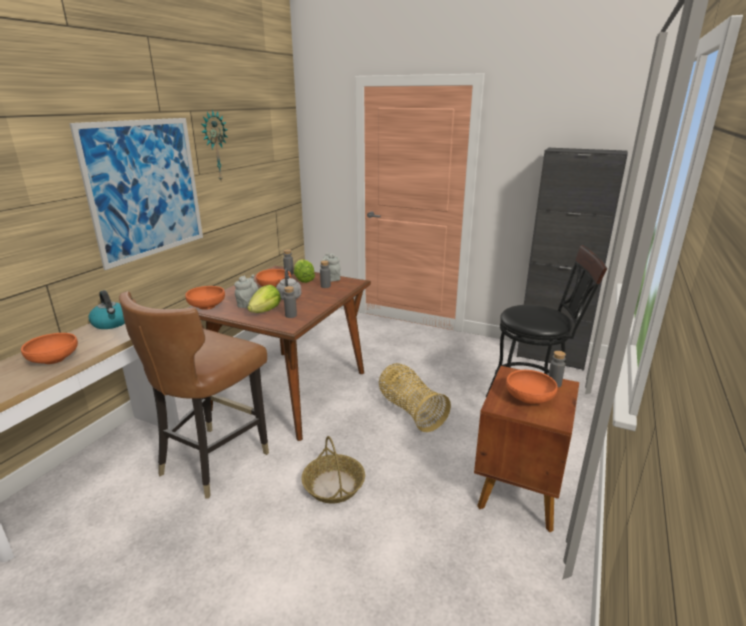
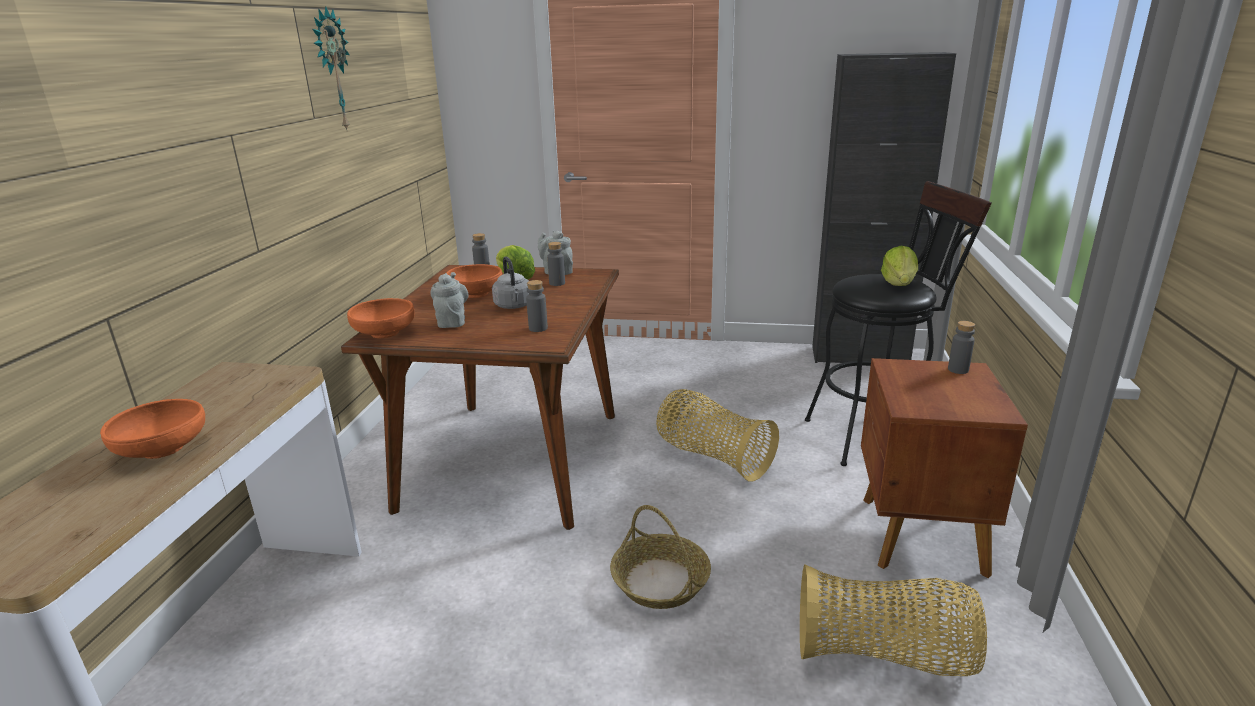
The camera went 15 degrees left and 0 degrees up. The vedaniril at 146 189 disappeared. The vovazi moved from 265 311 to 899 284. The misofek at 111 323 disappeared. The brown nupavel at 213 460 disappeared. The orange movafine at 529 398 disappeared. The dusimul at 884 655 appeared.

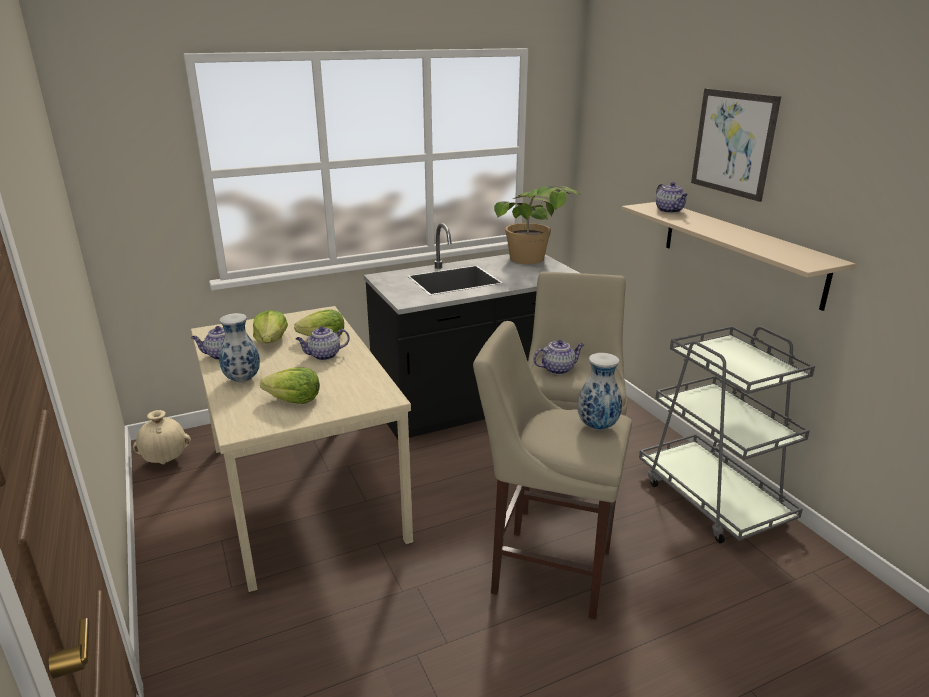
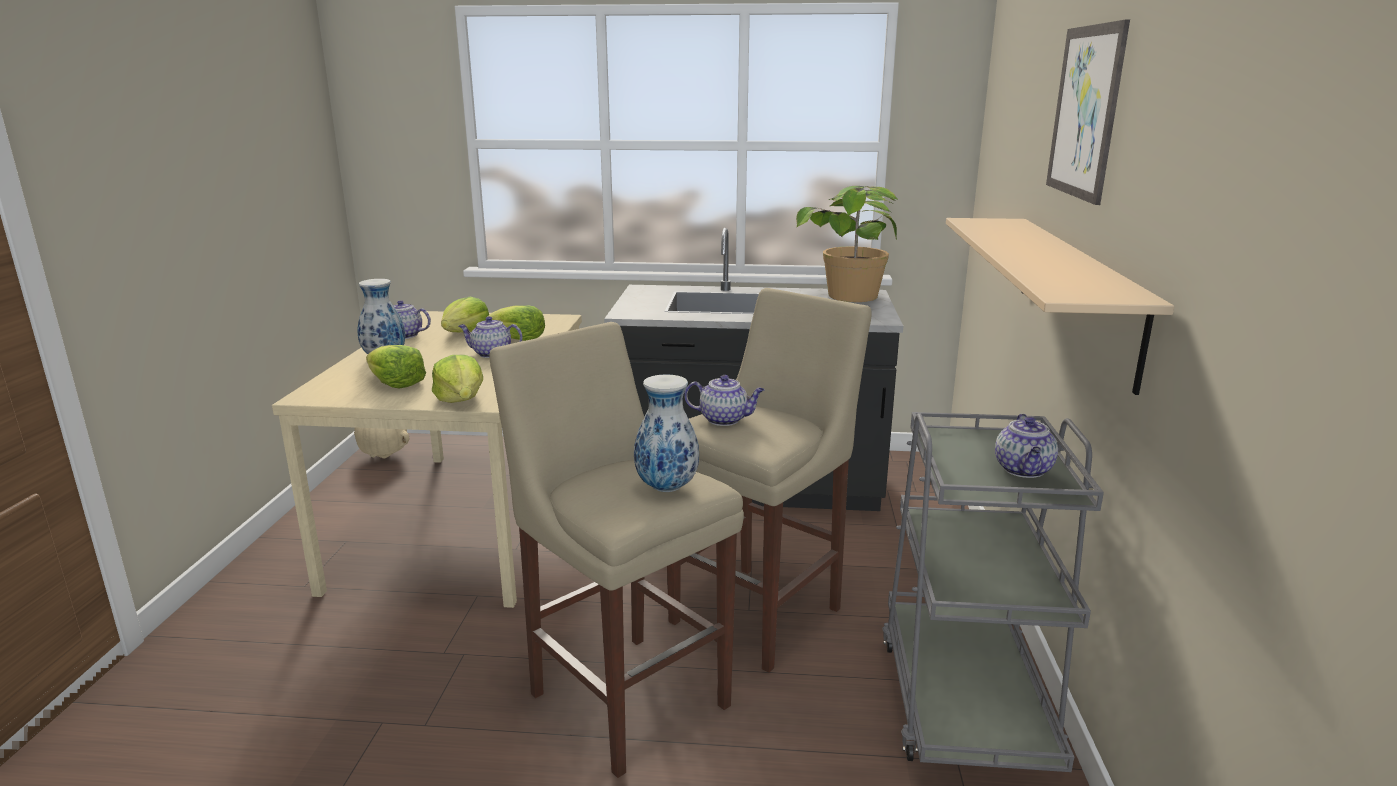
The camera went 30 degrees right and 5 degrees down. The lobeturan moved from 670 211 to 1024 470. The vovazi at 461 400 appeared.

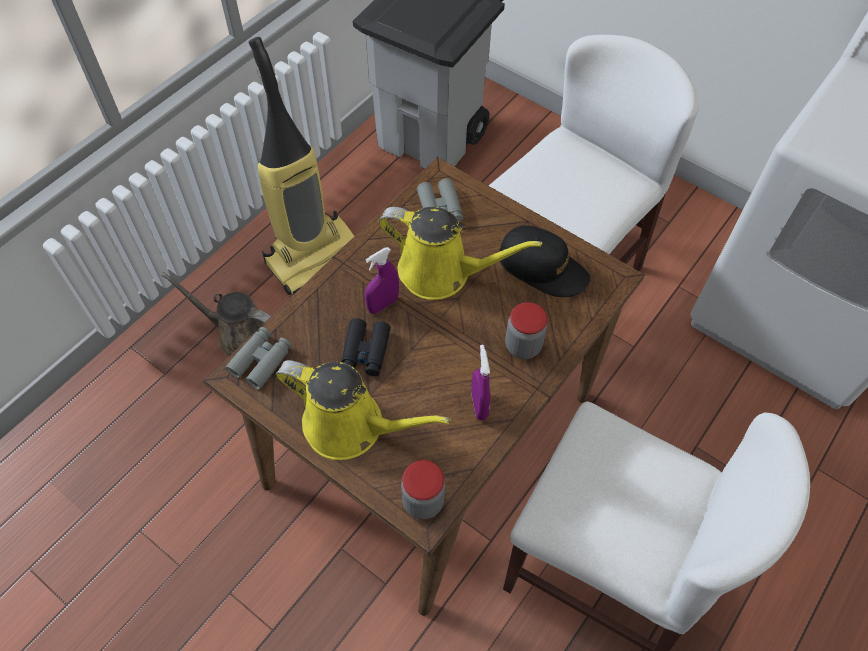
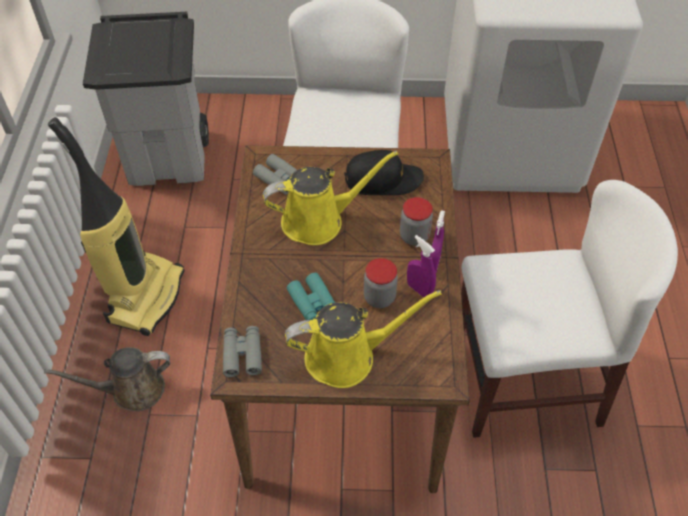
The camera went 35 degrees left and 5 degrees down. The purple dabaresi moved from 383 305 to 433 264. The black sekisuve at 365 352 became the turquoise sekisuve at 313 302. The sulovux moved from 423 501 to 379 297.

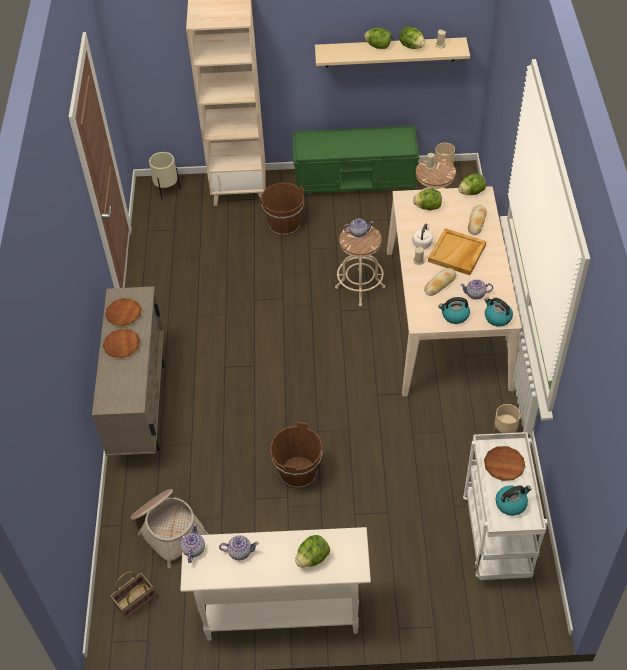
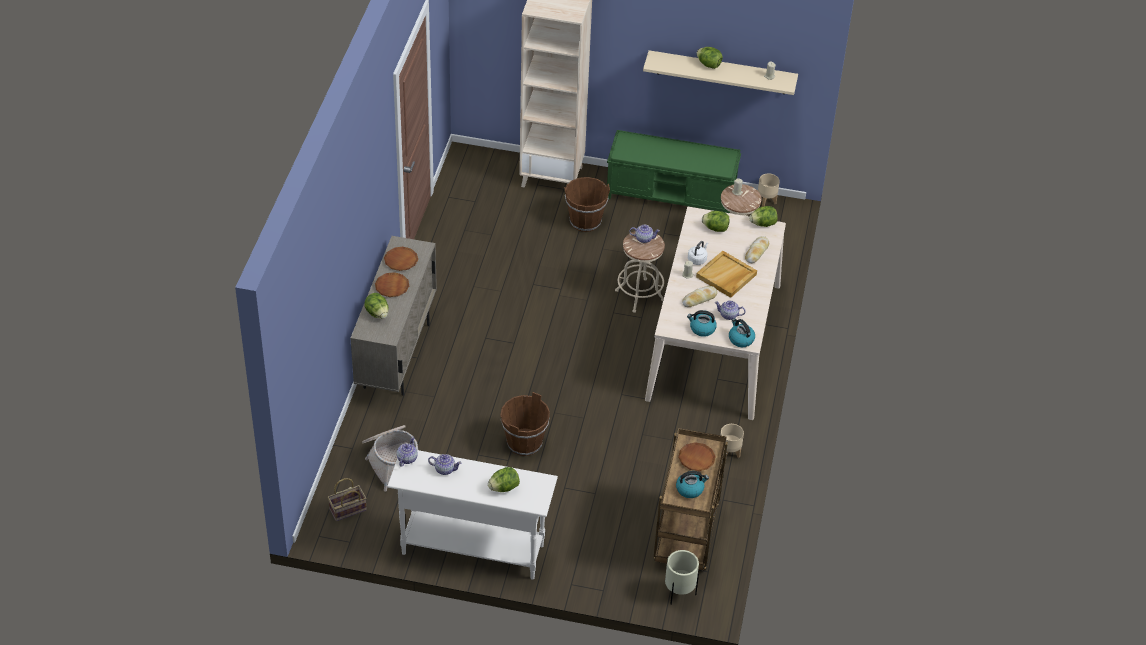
The camera went 10 degrees right and 5 degrees down. The vovazi moved from 411 46 to 377 313. The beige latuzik moved from 167 191 to 679 594. The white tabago at 497 538 became the brown tabago at 687 536.

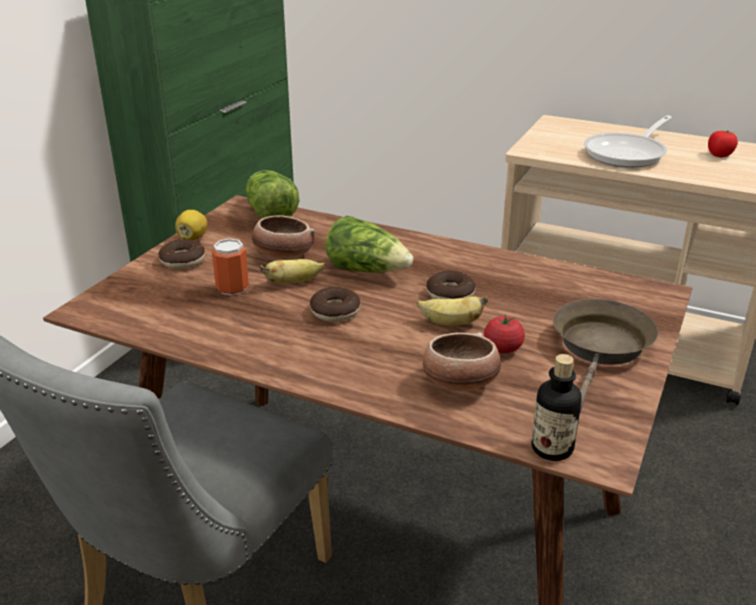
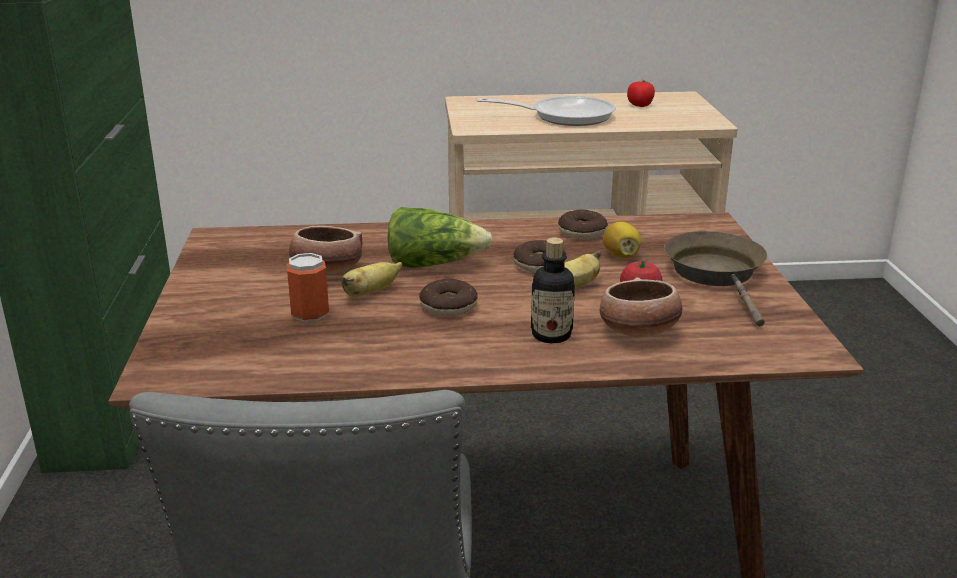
The camera went 30 degrees left and 5 degrees down. The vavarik at 628 153 turned 105 degrees counterclockwise. The vovazi at 270 213 disappeared. The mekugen moved from 193 238 to 621 256. The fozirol moved from 182 261 to 582 232. The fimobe moved from 552 448 to 551 335.

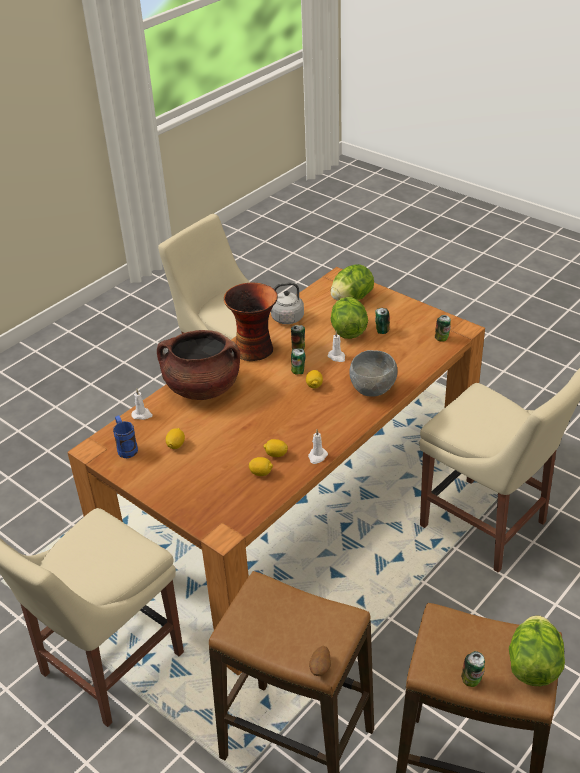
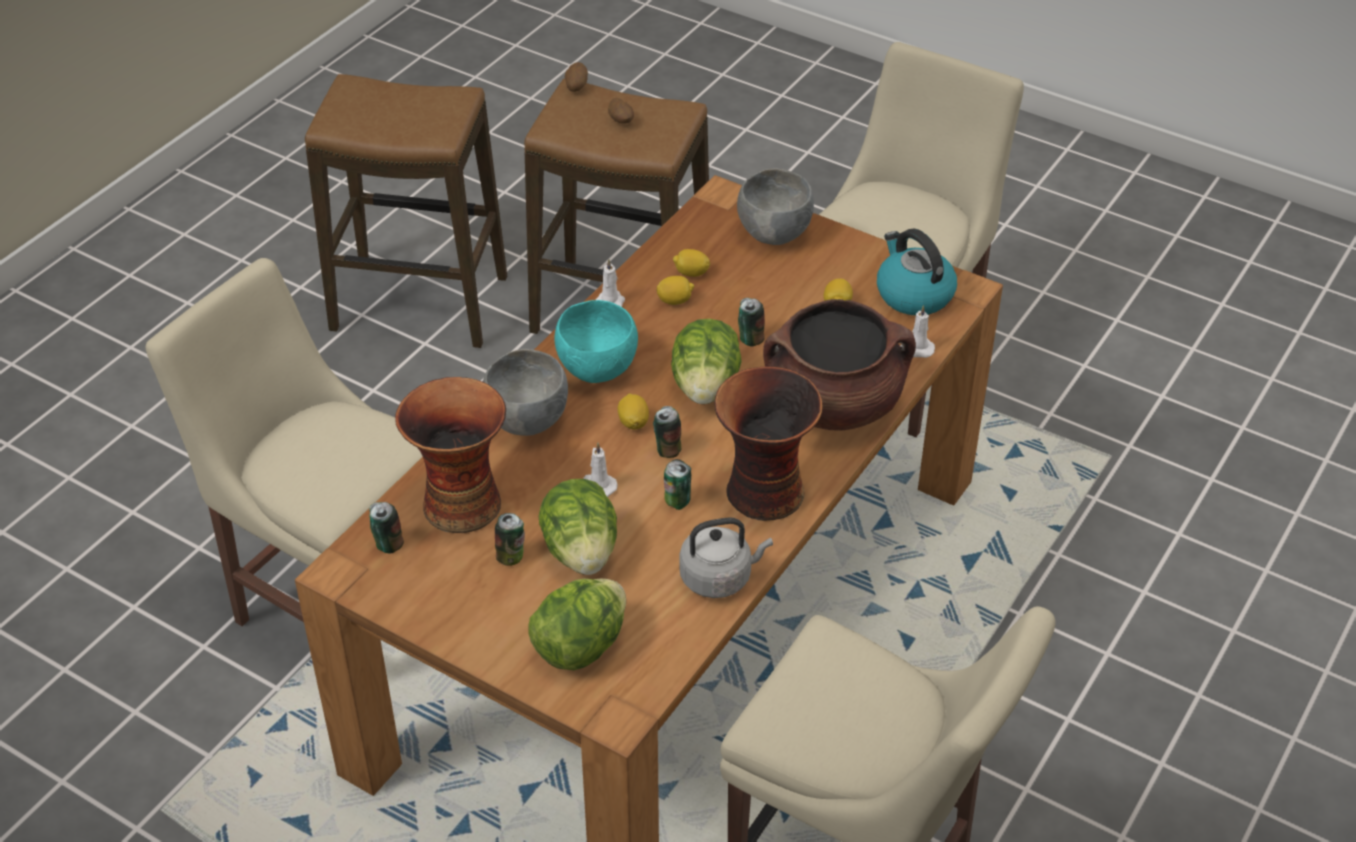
The camera went 170 degrees right and 5 degrees up. The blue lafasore at 126 448 was replaced by the misofek at 913 294. The vovazi moved from 533 666 to 705 387. The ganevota moved from 472 680 to 750 339. The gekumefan at 621 121 appeared. The grey movafine at 773 234 appeared. The turquoise movafine at 597 368 appeared. The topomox at 460 503 appeared.

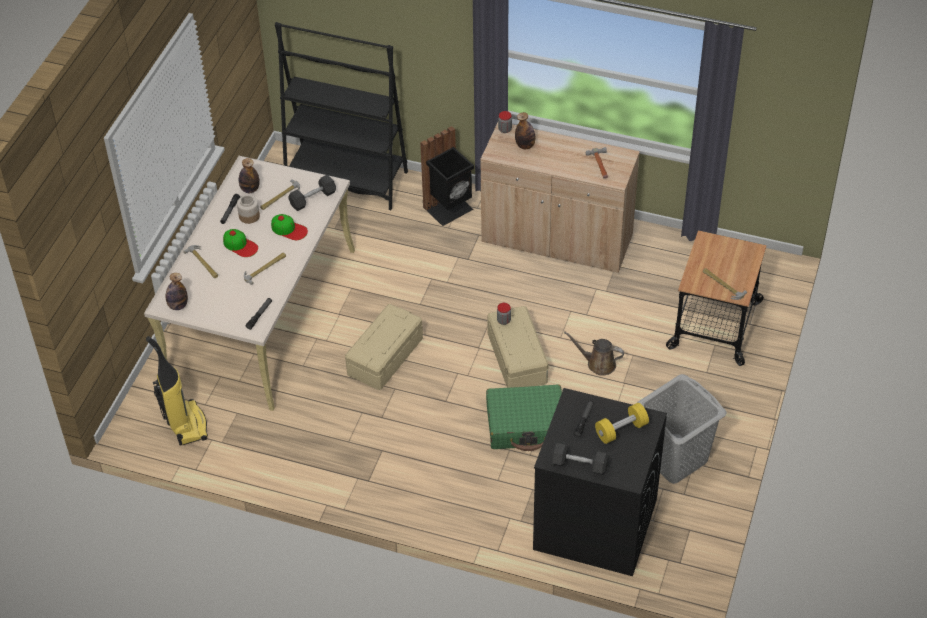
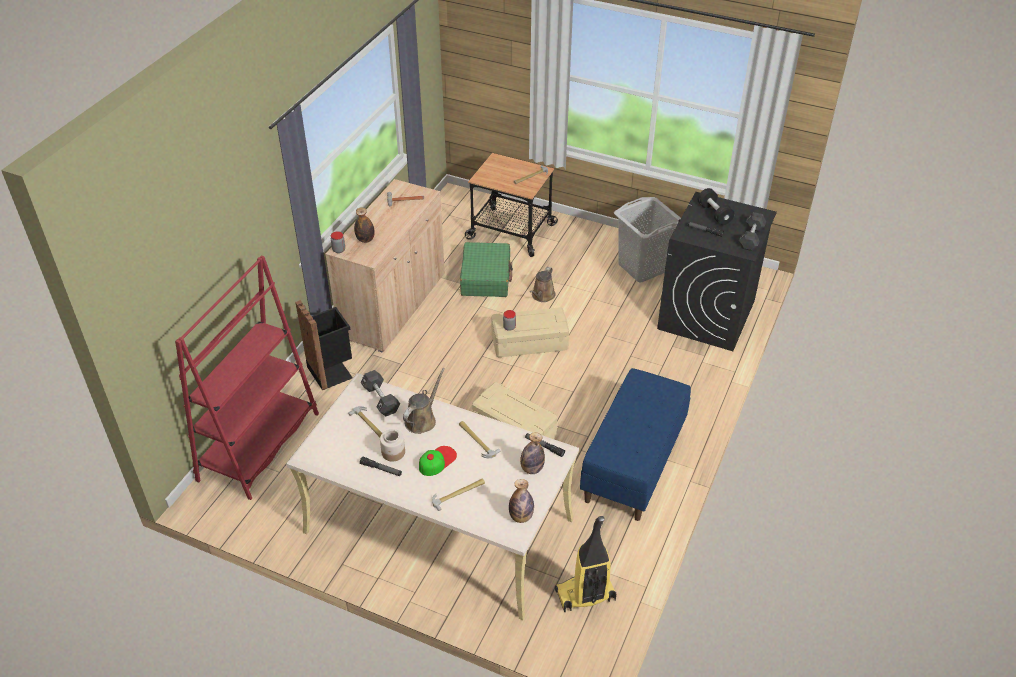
The camera went 85 degrees left and 5 degrees down. The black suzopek at 346 179 became the red suzopek at 259 446. The fimobe moved from 250 189 to 532 469. The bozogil at 289 229 was replaced by the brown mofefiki at 422 419. The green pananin moved from 526 425 to 486 277. The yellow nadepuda at 621 430 became the black nadepuda at 714 214. The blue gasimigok at 634 464 appeared.

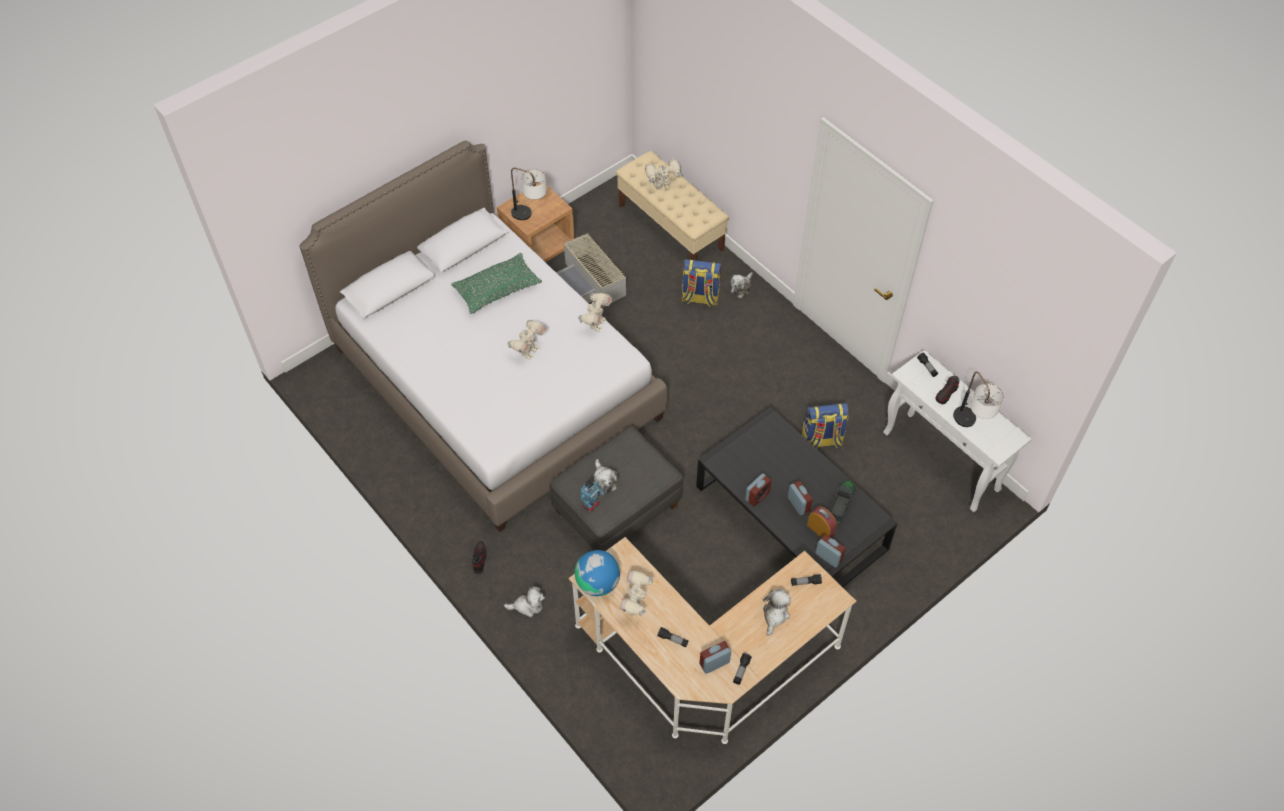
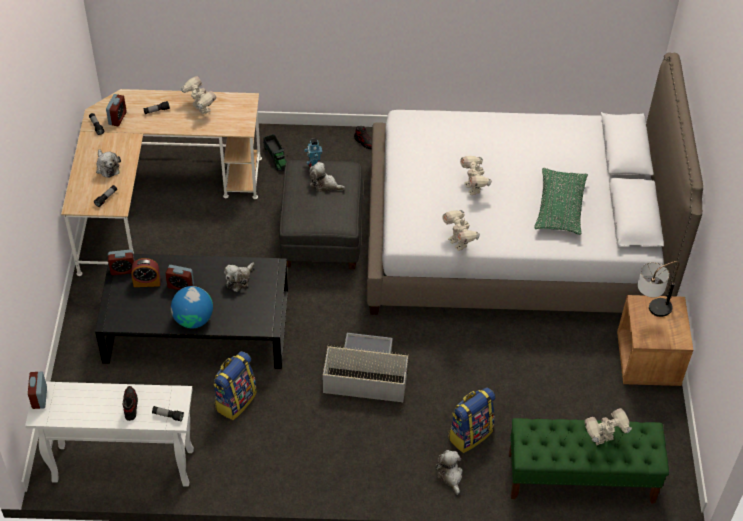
The camera went 130 degrees right and 5 degrees down. The beige gasimigok at 671 228 became the green gasimigok at 580 478. The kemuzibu at 662 186 turned 135 degrees counterclockwise. The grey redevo moved from 588 284 to 364 375. The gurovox at 970 426 disappeared. The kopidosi moved from 757 496 to 39 398. The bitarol moved from 840 505 to 276 157. The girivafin moved from 597 583 to 193 319. The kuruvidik moved from 527 606 to 239 280.

